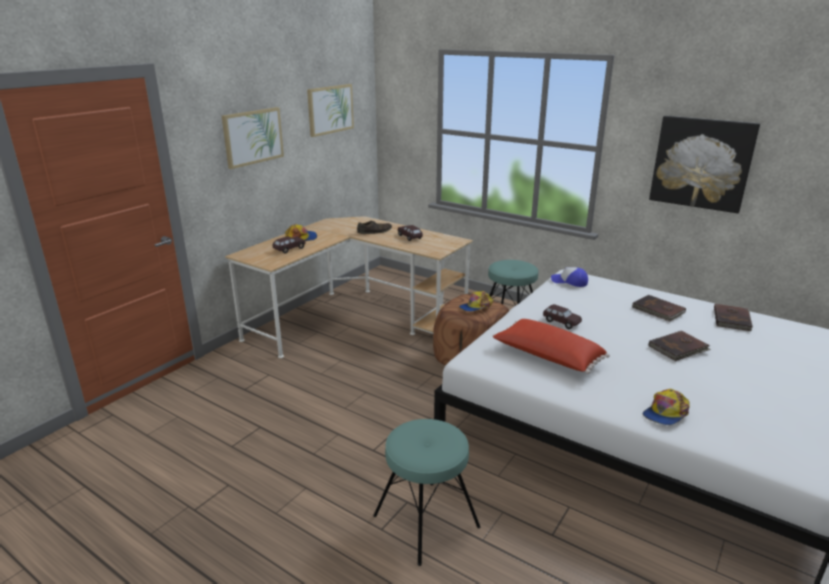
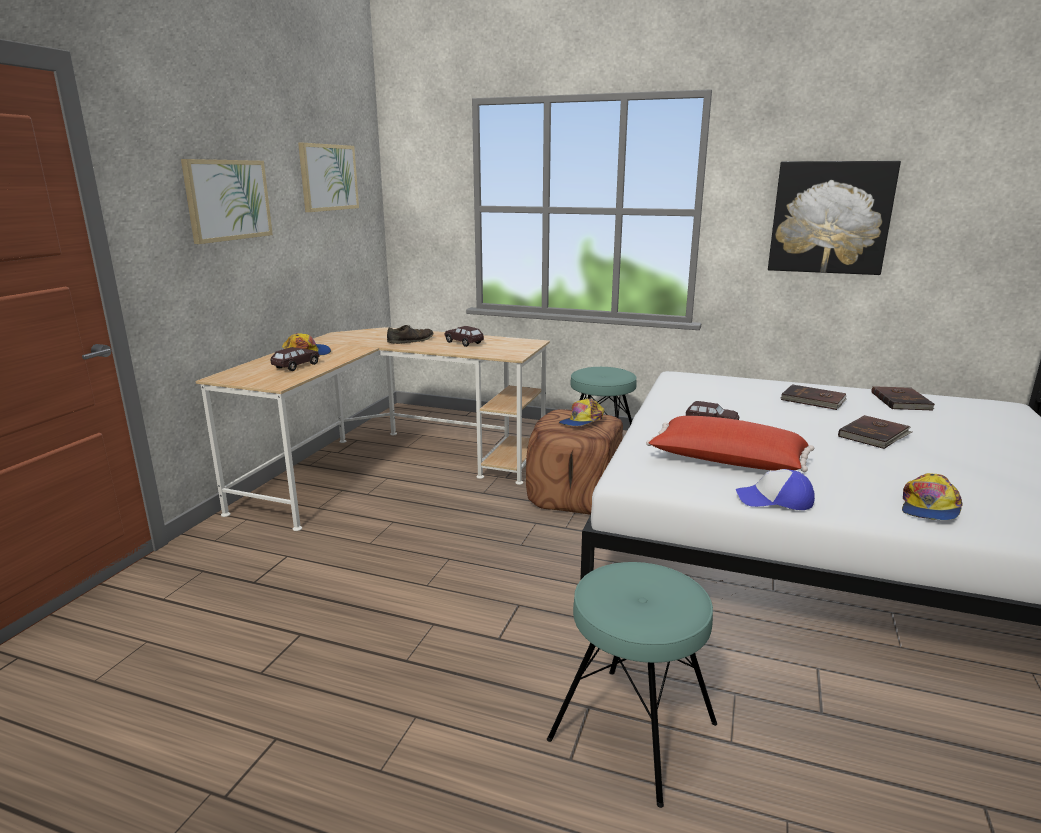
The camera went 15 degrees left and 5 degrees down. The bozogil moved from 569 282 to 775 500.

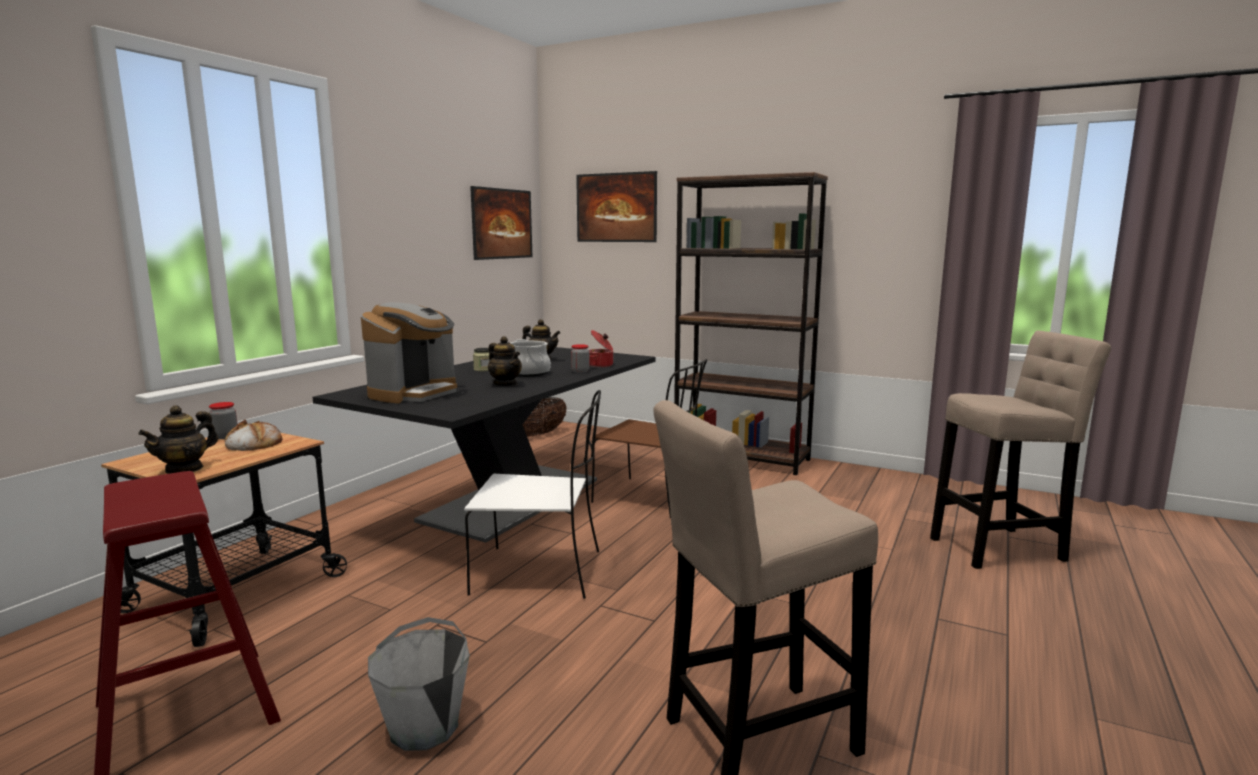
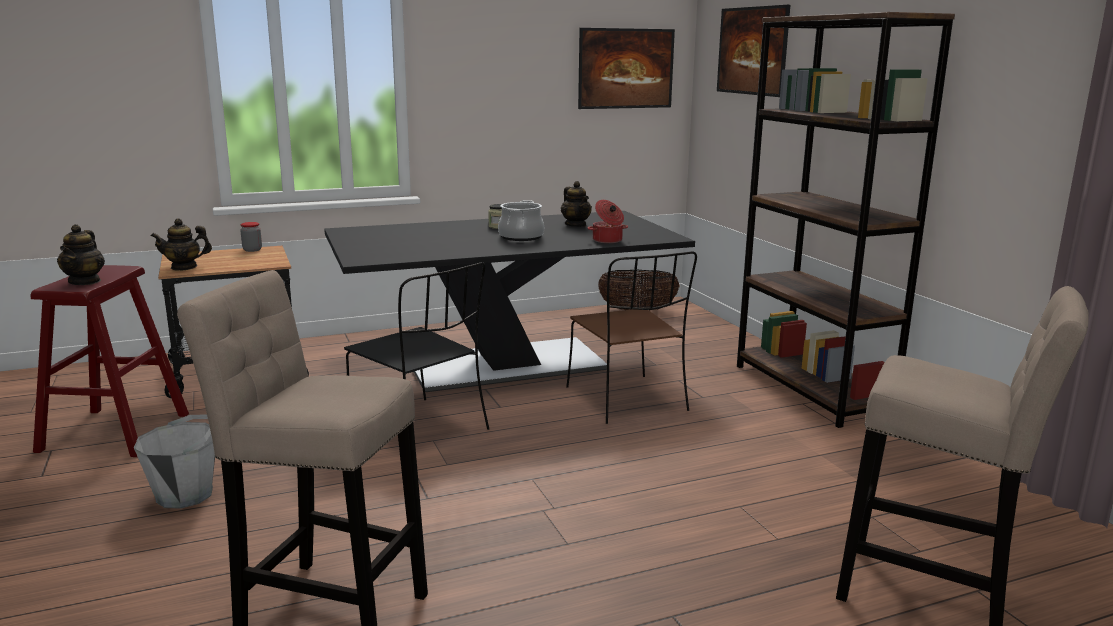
The camera went 40 degrees right and 5 degrees up. The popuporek at 414 393 disappeared. The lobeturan moved from 505 384 to 85 281. The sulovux at 580 371 disappeared. The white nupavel at 541 572 became the black nupavel at 420 429. The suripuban at 253 443 disappeared.

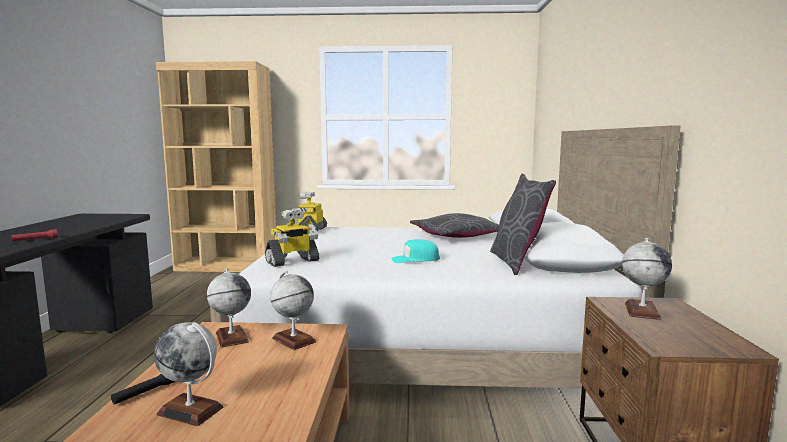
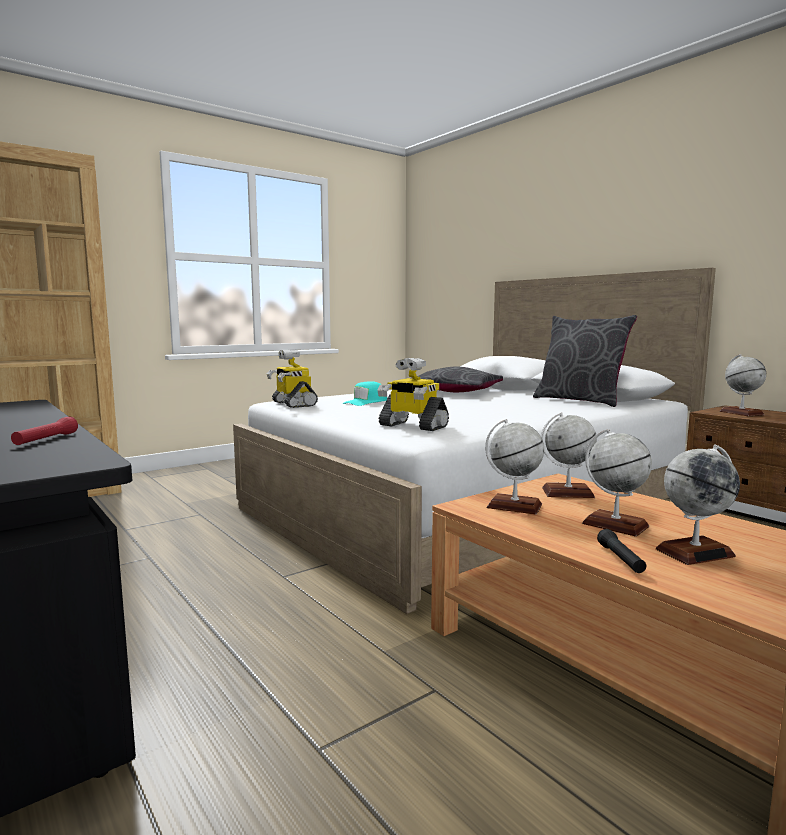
The camera went 40 degrees left and 0 degrees up. The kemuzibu at 292 261 turned 105 degrees clockwise. The turquoise bozogil moved from 415 259 to 366 402. The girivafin at 615 525 appeared.

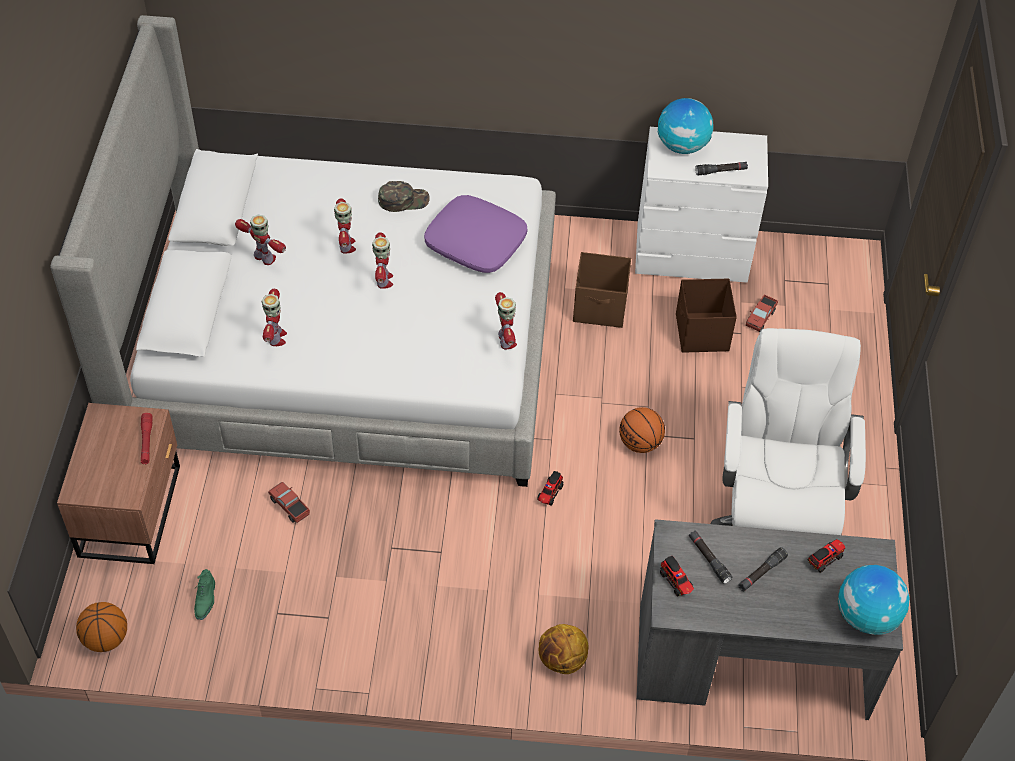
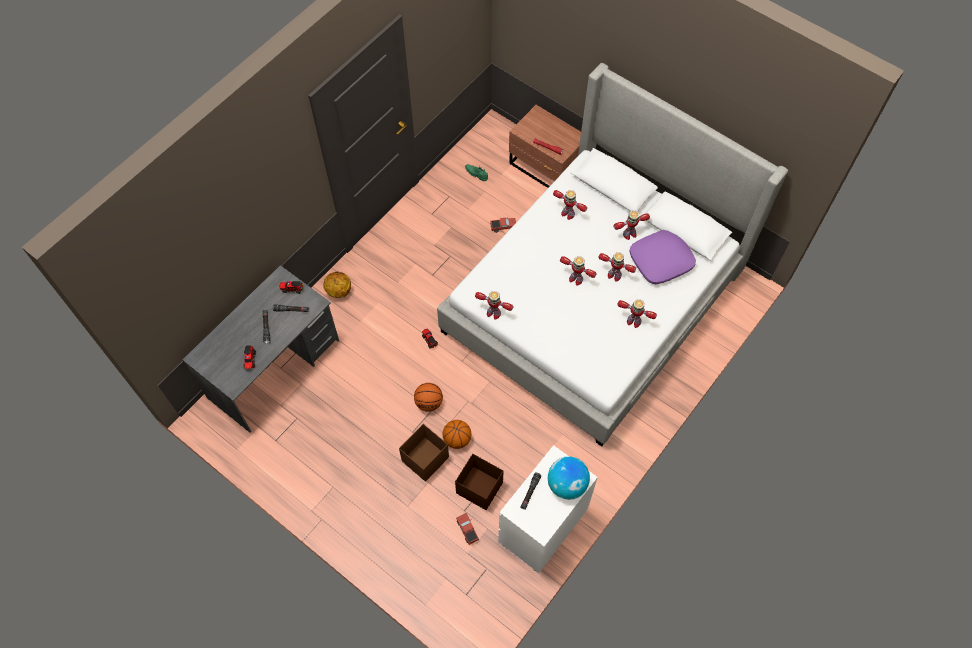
The camera went 125 degrees right and 10 degrees up. The green bozogil at 403 200 was replaced by the kemuzibu at 633 321. The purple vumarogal moved from 475 243 to 661 260. The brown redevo moved from 600 308 to 424 459. The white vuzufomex at 772 520 disappeared. The girivafin at 867 616 disappeared. The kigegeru moved from 106 639 to 457 439.

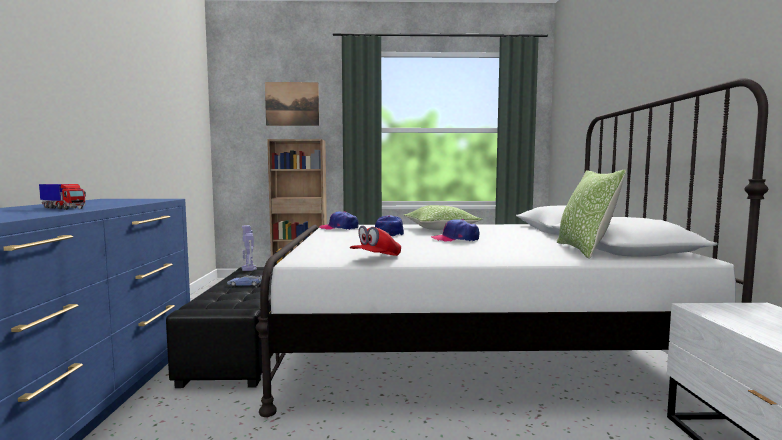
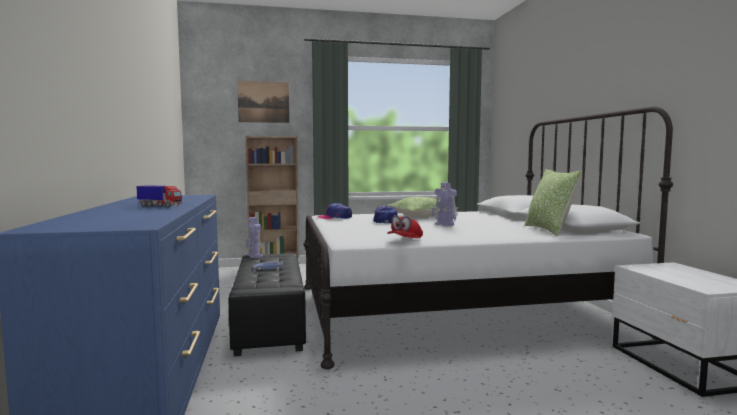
The camera went 10 degrees left and 0 degrees up. The bozogil at 455 239 was replaced by the kemuzibu at 445 224.

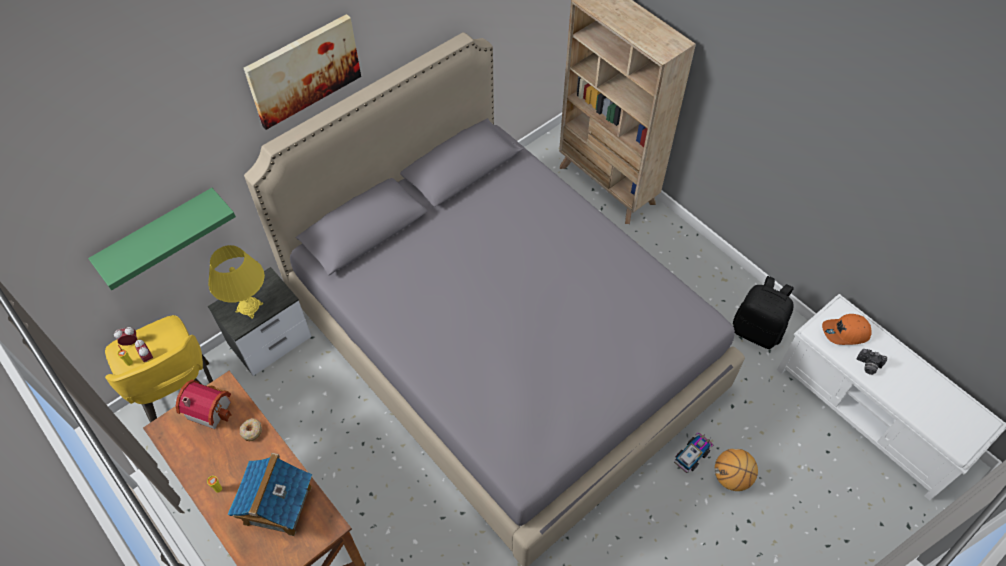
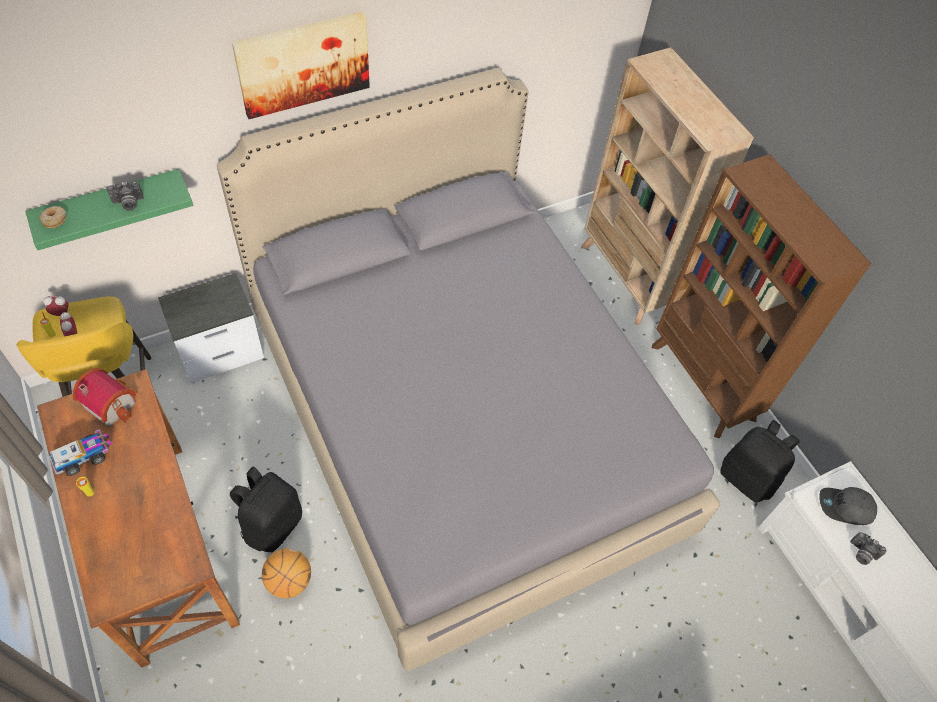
The camera went 10 degrees right and 0 degrees up. The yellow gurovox at 249 307 disappeared. The orange bozogil at 845 333 became the grey bozogil at 845 508. The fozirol moved from 251 431 to 54 219. The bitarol moved from 692 455 to 84 457. The kigegeru moved from 731 477 to 289 581. The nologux at 277 505 disappeared. The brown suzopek at 702 383 appeared. The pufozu at 128 204 appeared. The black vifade at 271 524 appeared.

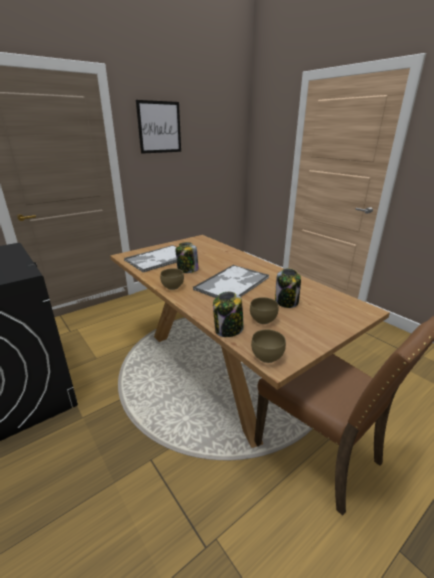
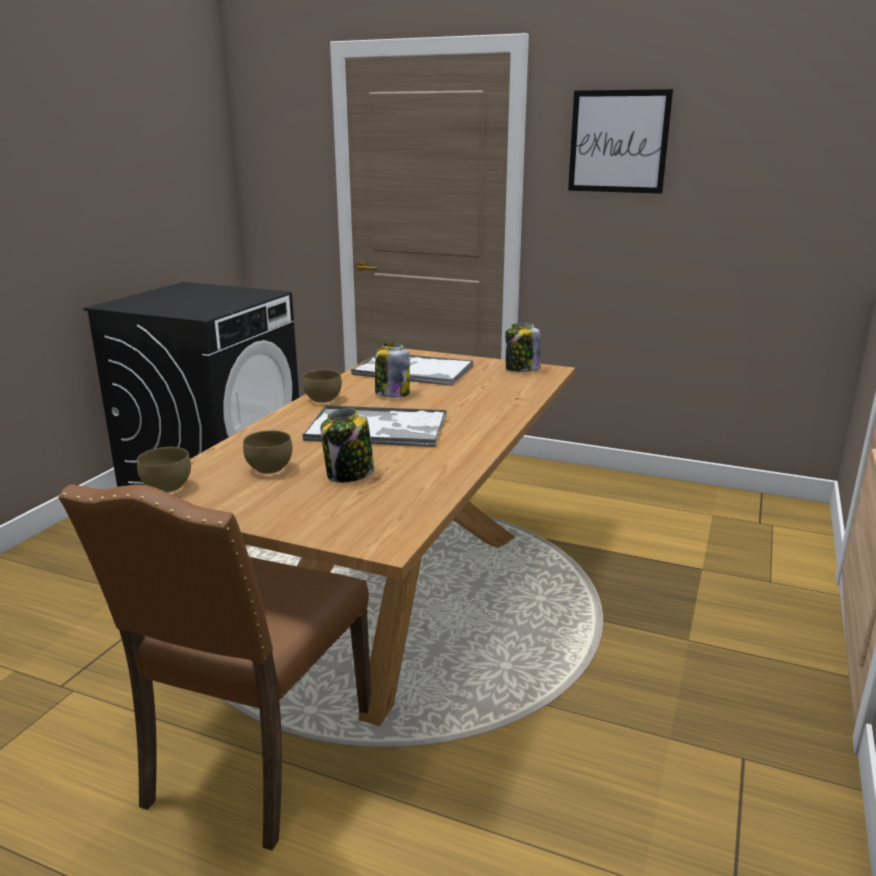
The camera went 60 degrees right and 5 degrees down. The sulovux moved from 228 330 to 521 369.

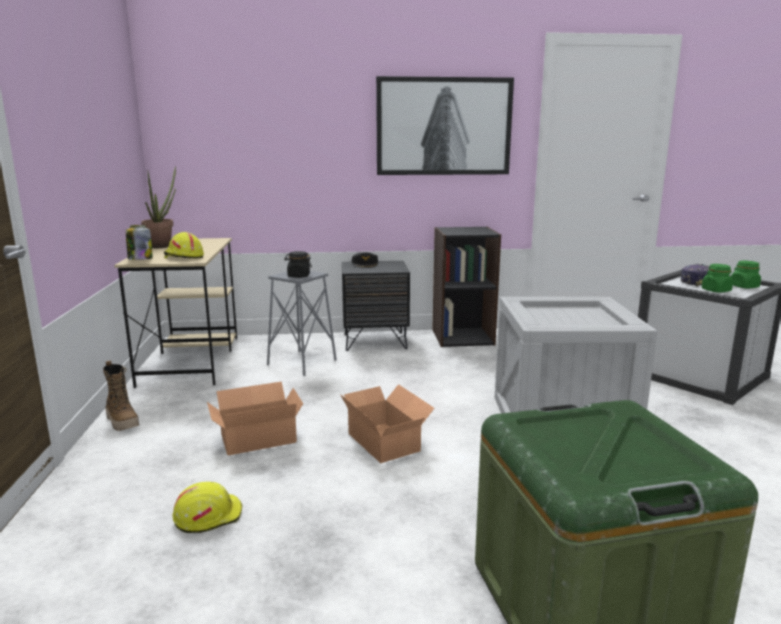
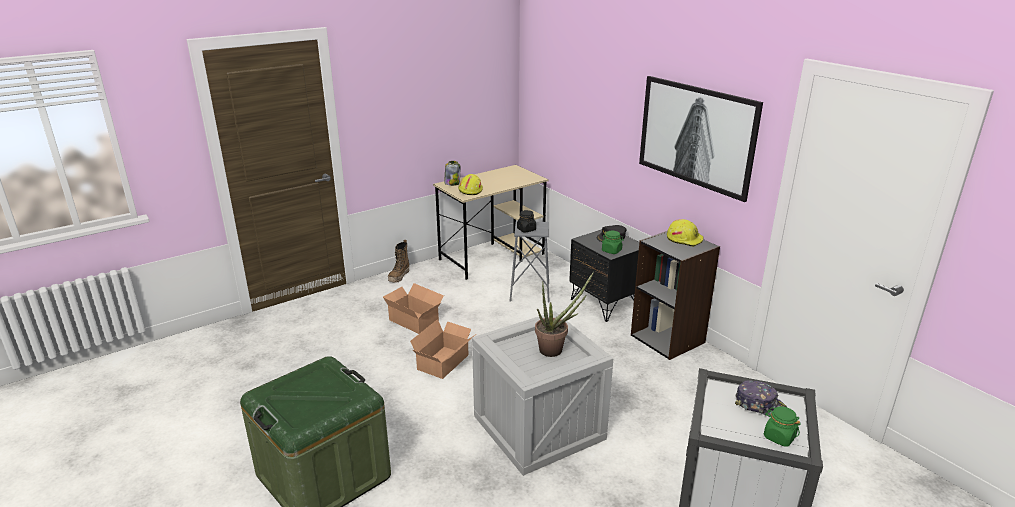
The camera went 60 degrees right and 10 degrees up. The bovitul moved from 163 245 to 556 349. The green sulovux moved from 716 290 to 611 251. The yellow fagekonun moved from 208 516 to 684 239.

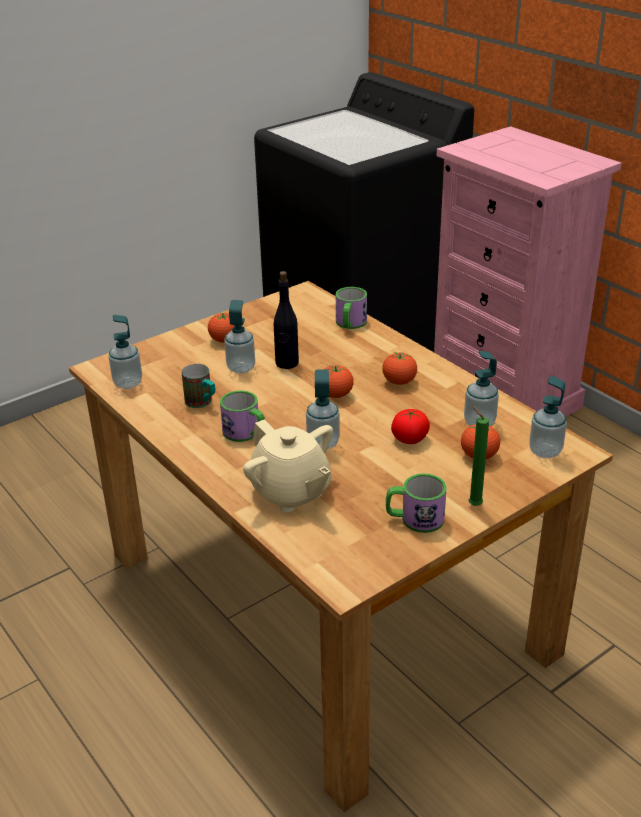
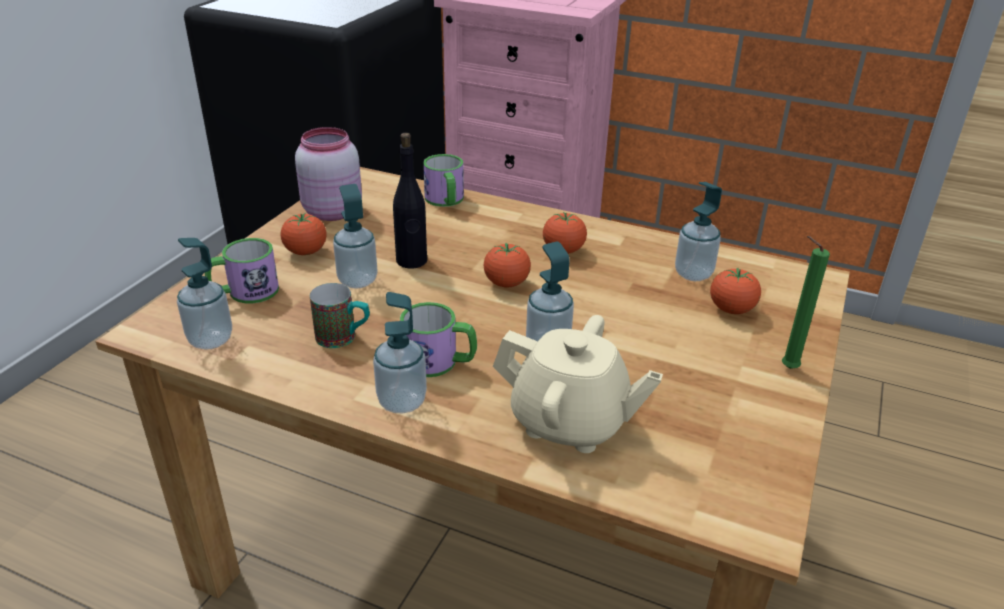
The camera went 30 degrees left and 0 degrees up. The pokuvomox moved from 545 451 to 402 402. The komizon at 410 439 disappeared. The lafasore moved from 414 519 to 244 292. The pink sulovux at 331 211 appeared.

